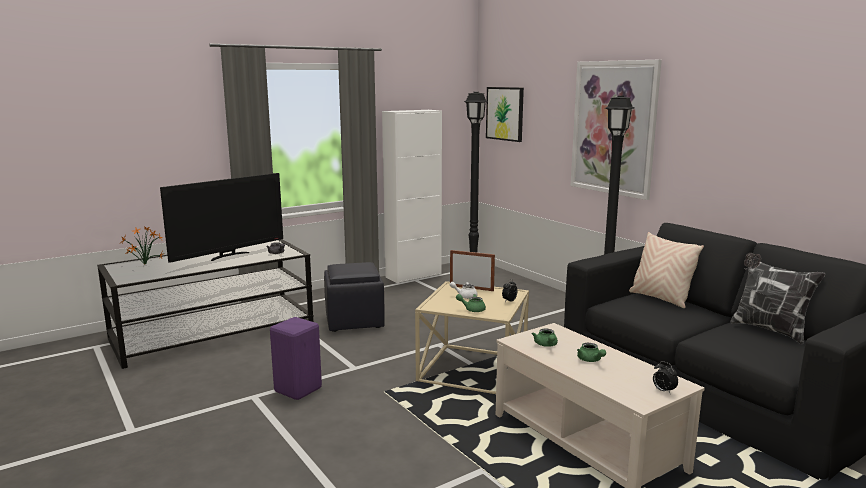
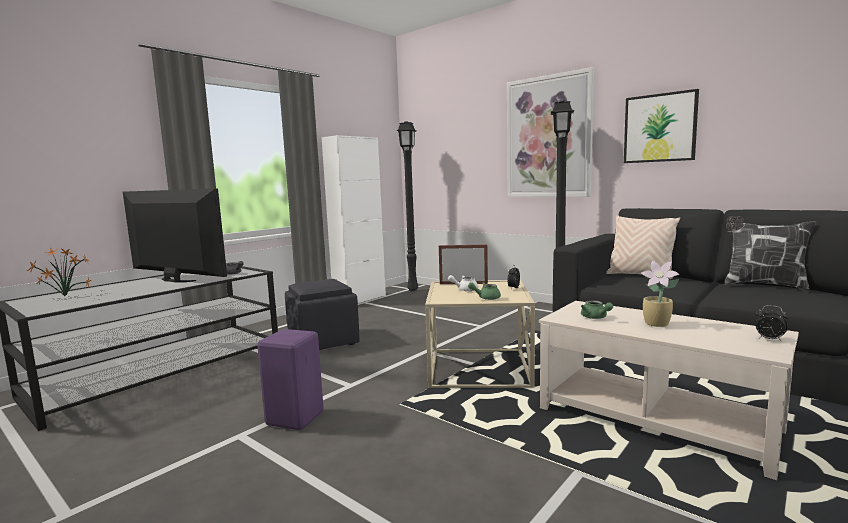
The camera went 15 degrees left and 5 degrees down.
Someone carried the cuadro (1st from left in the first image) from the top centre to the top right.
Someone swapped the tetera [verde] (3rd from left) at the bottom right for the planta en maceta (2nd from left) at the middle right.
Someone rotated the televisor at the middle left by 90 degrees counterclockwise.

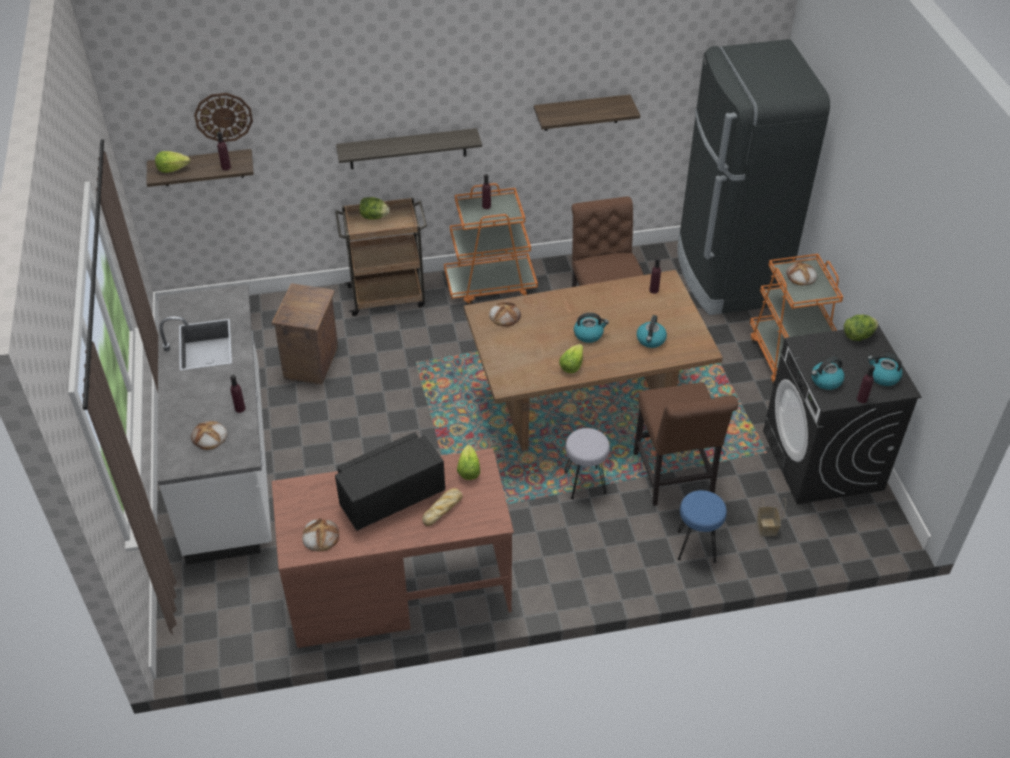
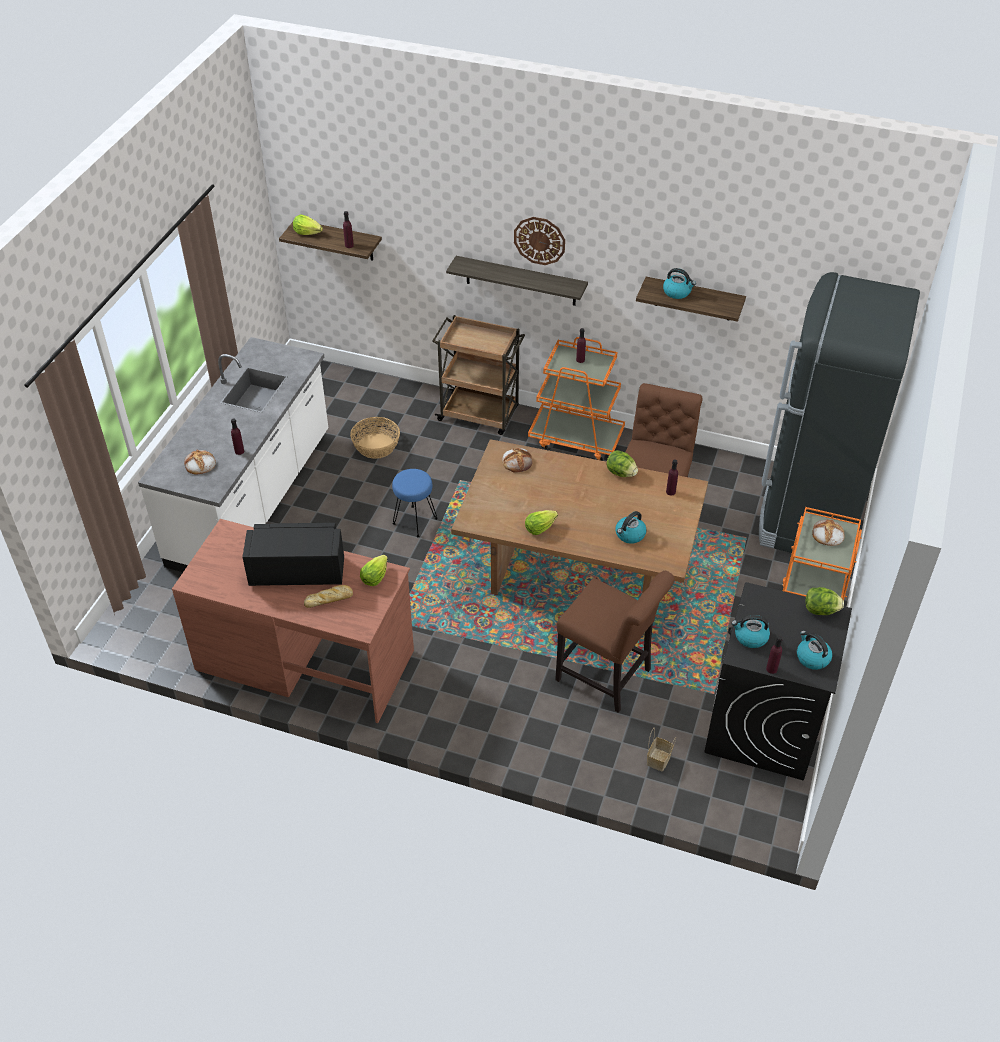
The camera went 30 degrees right and 0 degrees up.
Someone took away the pan (2nd from left) at the bottom left.
Someone took away the taburete [gris] at the centre.
Someone carried the reloj de pared from the top left to the top centre.
Someone carried the lechuga (2nd from left in the first image) from the top centre to the centre.
Someone carried the hervidor (1st from left in the first image) from the centre to the top right.
Someone carried the taburete [azul] from the bottom right to the centre.
Someone swapped the caja de embalaje at the middle left for the cesta (1st from left) at the centre.
Someone rotated the silla [marrón] (2nd from left in the first image) at the middle right by 75 degrees counterclockwise.

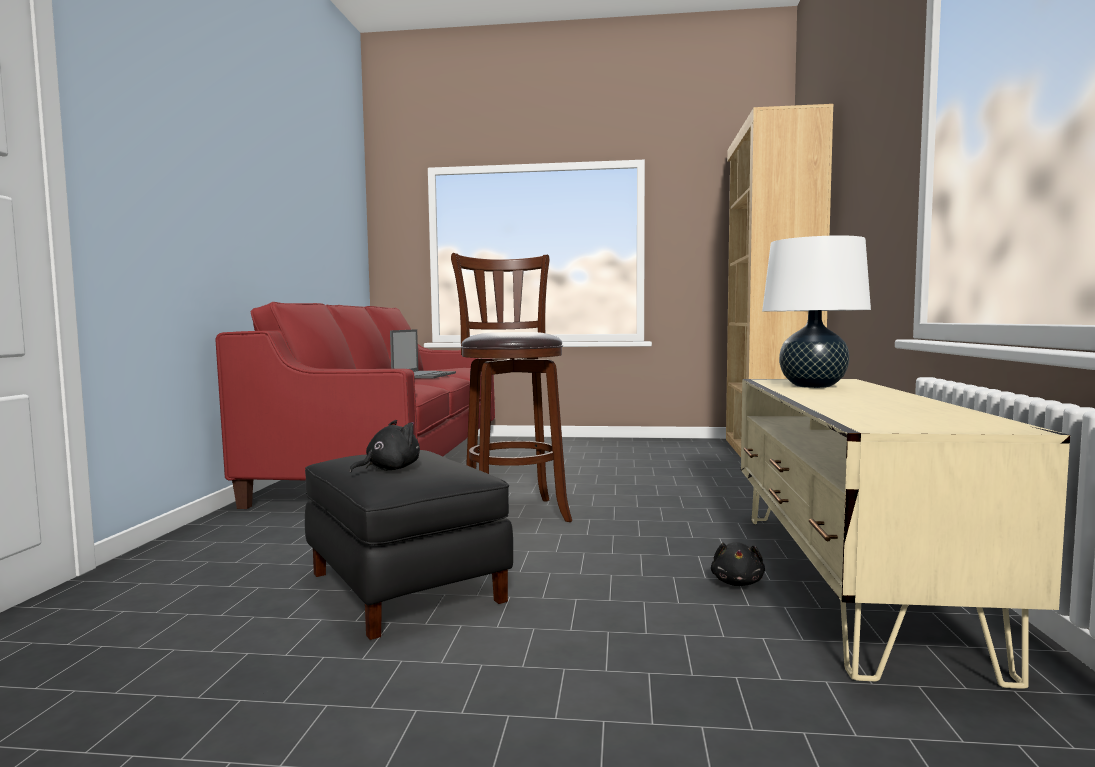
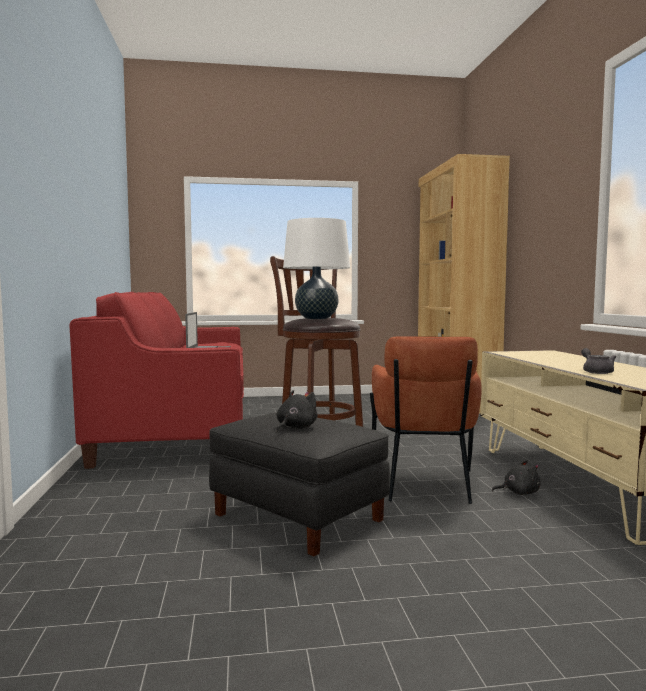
The camera went 15 degrees left and 0 degrees up.
Someone put down the sillón [marrón] at the centre.
Someone put down the tetera [gris] at the middle right.
Someone carried the lámpara de mesa [blanco] from the middle right to the centre.
Someone rotated the peluche [negro] (2nd from left) at the bottom right by 90 degrees counterclockwise.

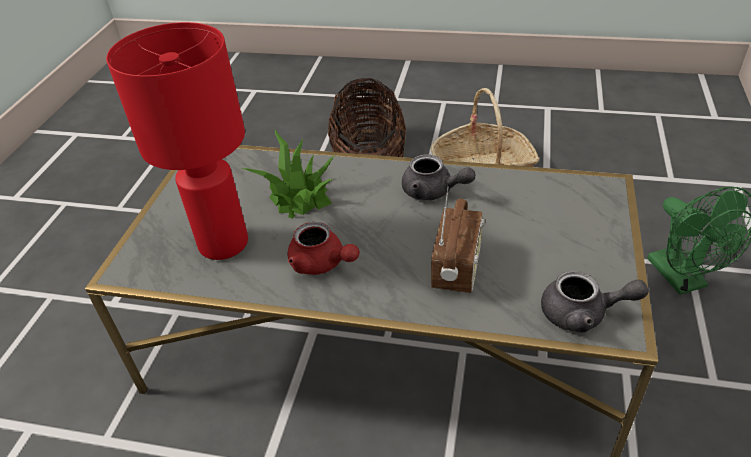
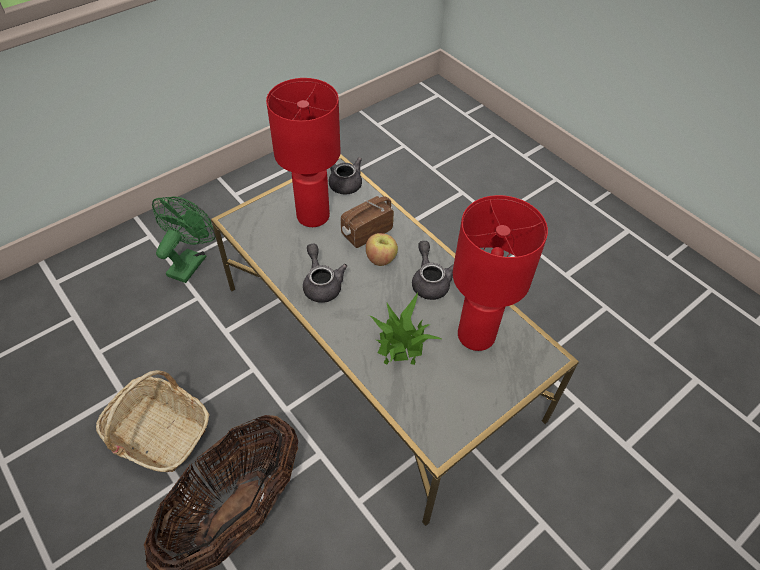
The camera went 145 degrees left and 10 degrees up.
Someone put down the lámpara de mesa [rojo] (1st from left) at the top centre.
Someone put down the manzana at the centre.
Someone repainted the tetera [rojo] at the centre, which became the tetera [gris] (3rd from left) at the centre.

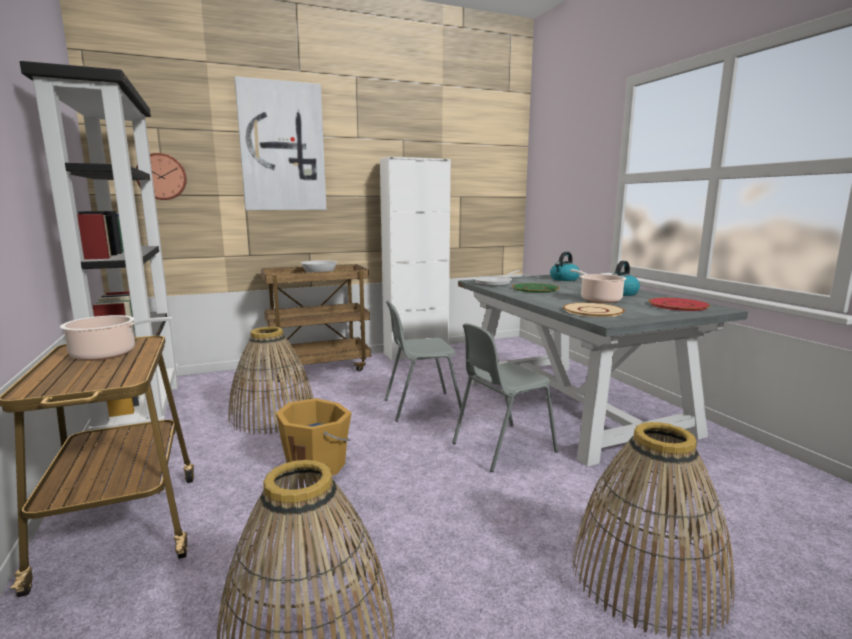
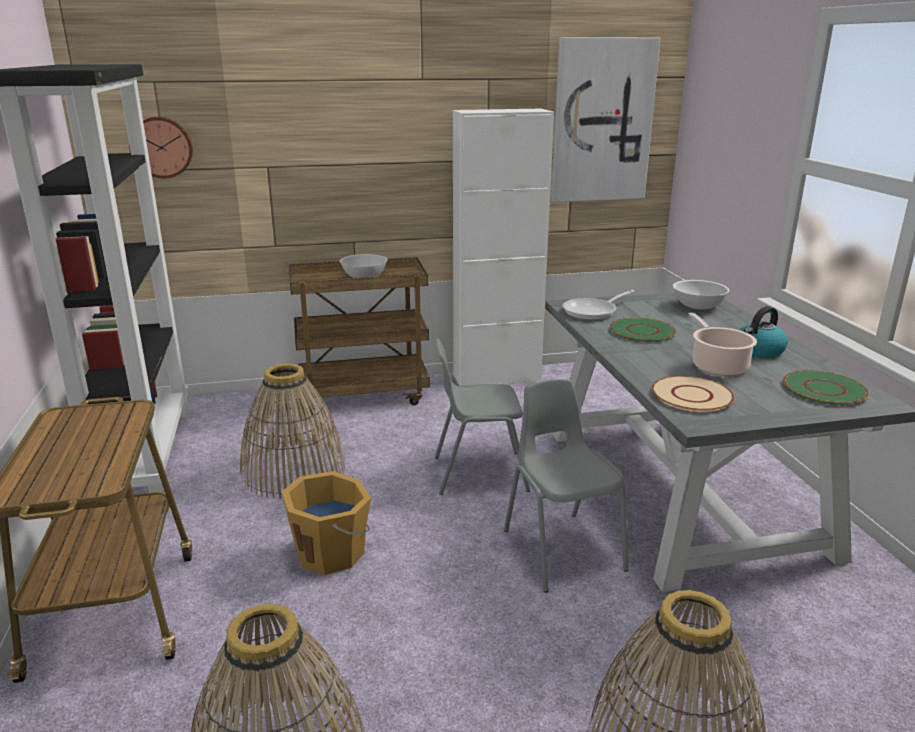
The camera went 10 degrees right and 10 degrees up.
Someone took away the olla (1st from left) at the middle left.
Someone carried the cuadro from the top left to the top centre.
Someone swapped the hervidor (1st from left) at the centre for the cuenco [blanco] (2nd from left) at the middle right.
Someone repainted the plato [rojo] at the middle right, which became the plato [verde] (2nd from left) at the middle right.
Someone rotated the silla [gris] (2nd from left) at the centre by 90 degrees clockwise.

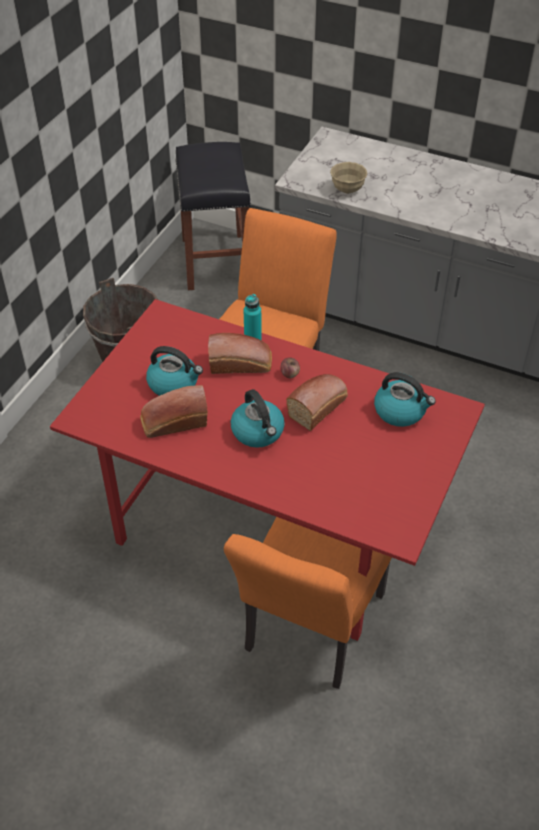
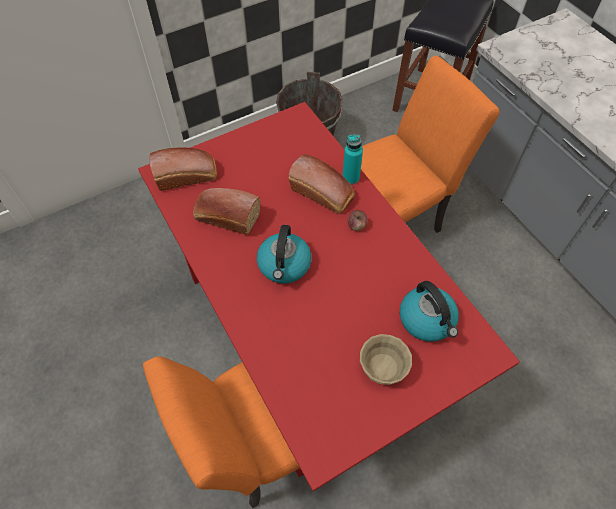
The camera went 35 degrees right and 10 degrees up.
Someone took away the hervidor (1st from left) at the middle left.
Someone carried the pan (3rd from left in the first image) from the centre to the top left.
Someone carried the cuenco [beis] from the top centre to the bottom centre.

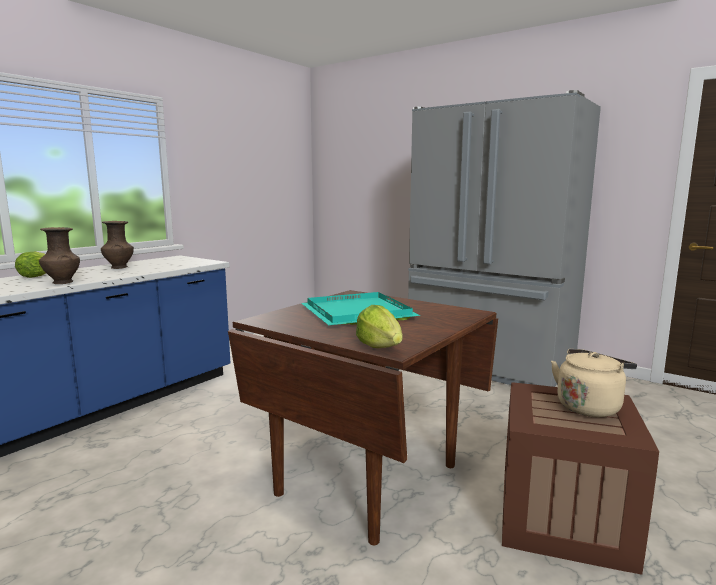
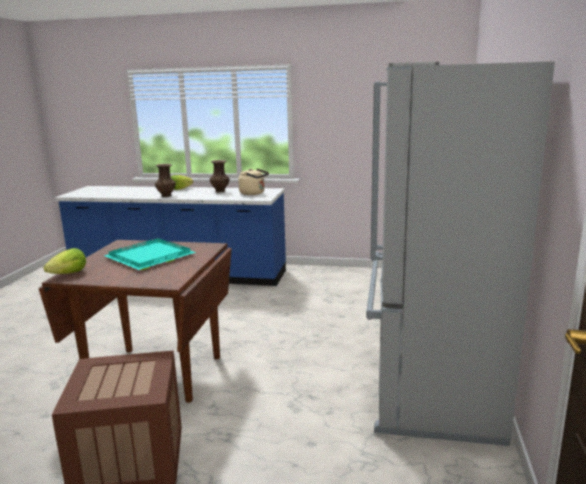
The camera went 65 degrees right and 5 degrees up.
Someone carried the hervidor [beis] from the middle right to the centre.

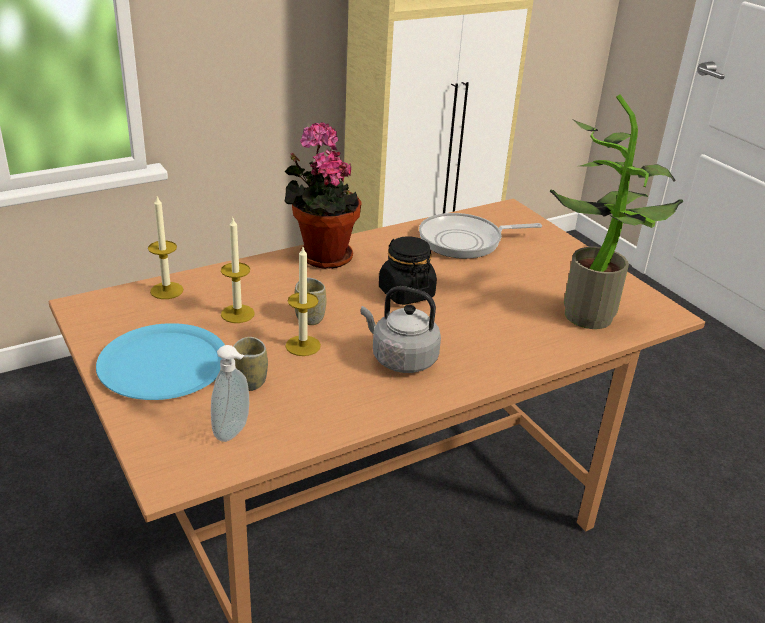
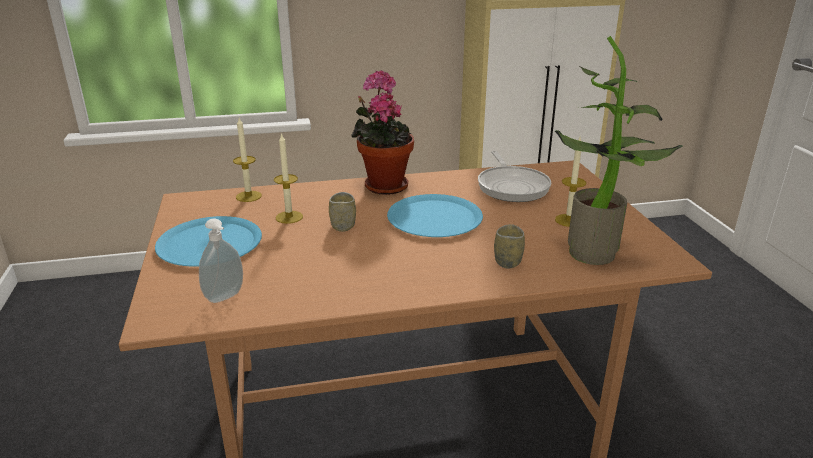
The camera went 20 degrees right and 5 degrees down.
Someone took away the hervidor [gris] at the centre.
Someone carried the taza (1st from left in the first image) from the middle left to the centre.
Someone carried the vela (3rd from left) from the centre to the middle right.
Someone swapped the tarro [negro] at the centre for the plato [azul] (2nd from left) at the centre.
Someone rotated the sartén at the centre by 105 degrees counterclockwise.

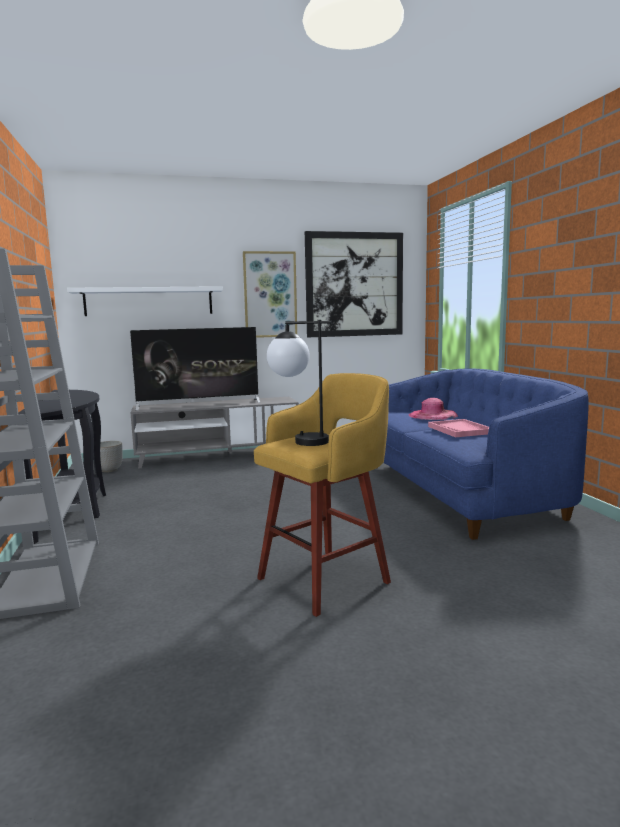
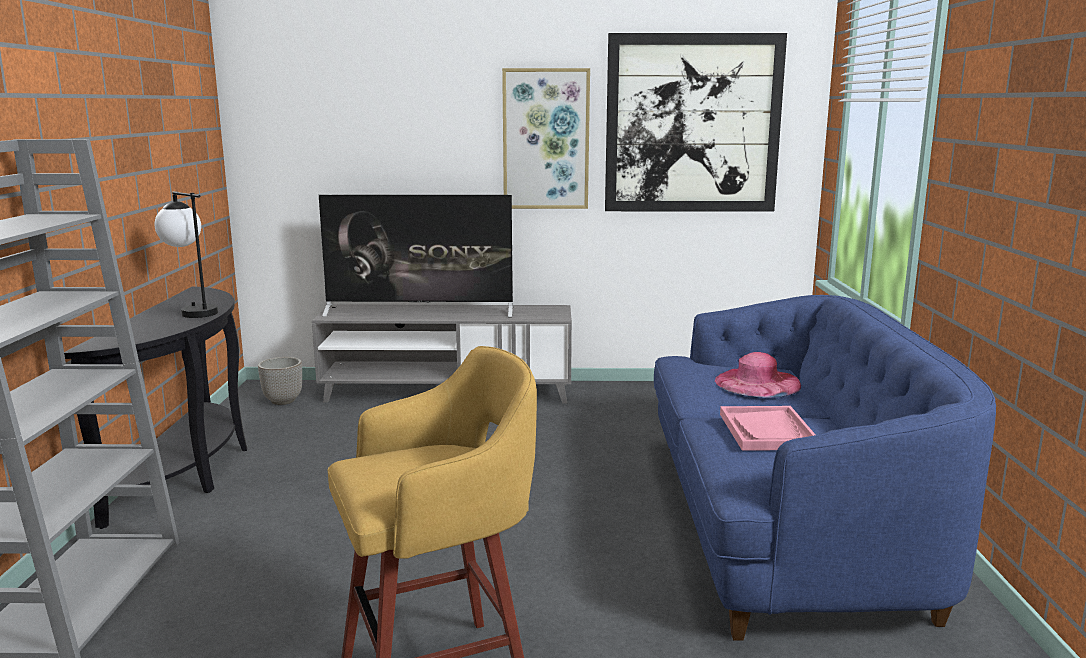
The camera went 15 degrees right and 5 degrees up.
Someone took away the estante [blanco] at the middle left.
Someone carried the lámpara de mesa from the centre to the middle left.

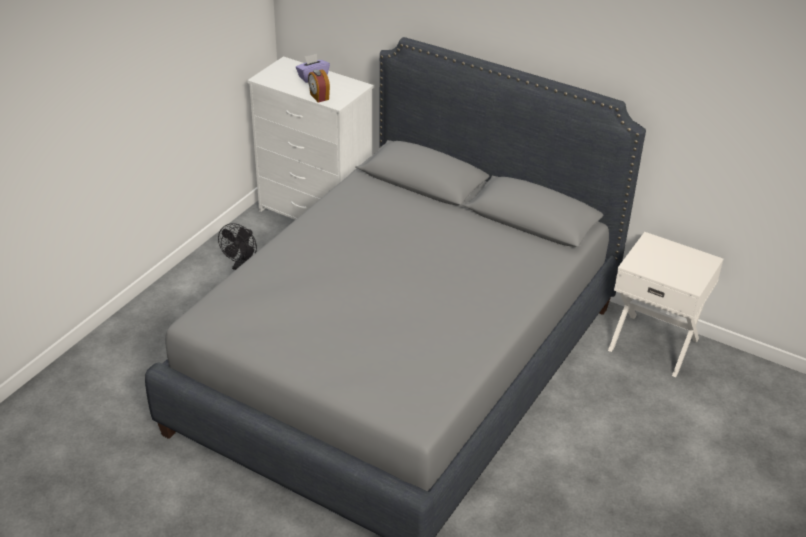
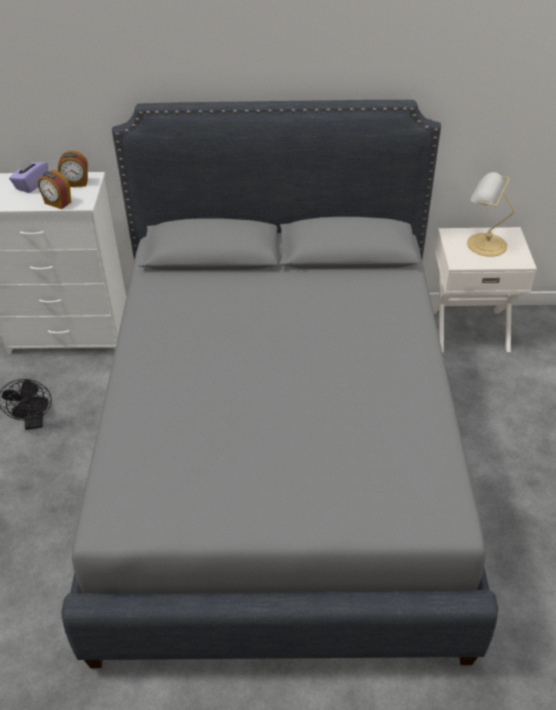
The camera went 30 degrees left and 5 degrees up.
Someone put down the despertador (2nd from left) at the top left.
Someone put down the lámpara de mesa at the top right.

